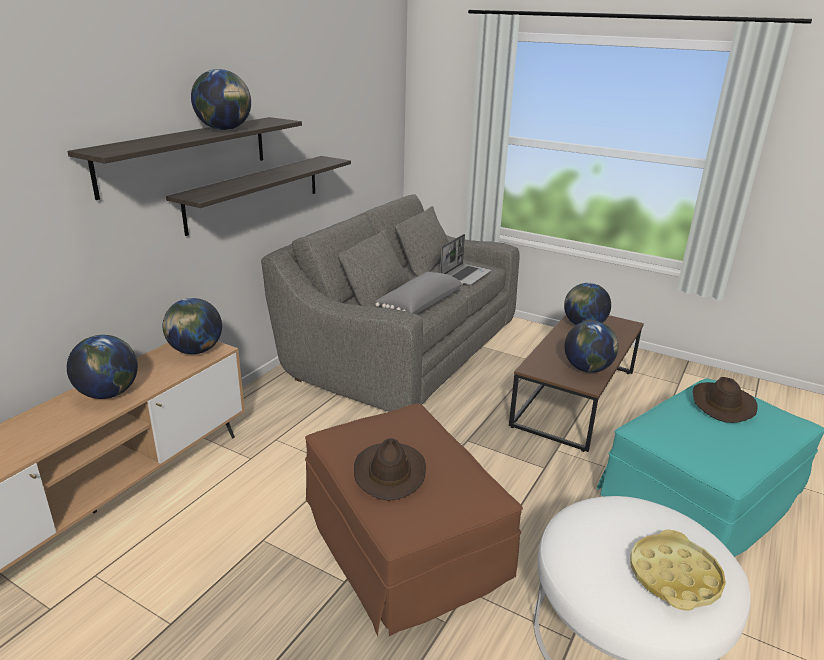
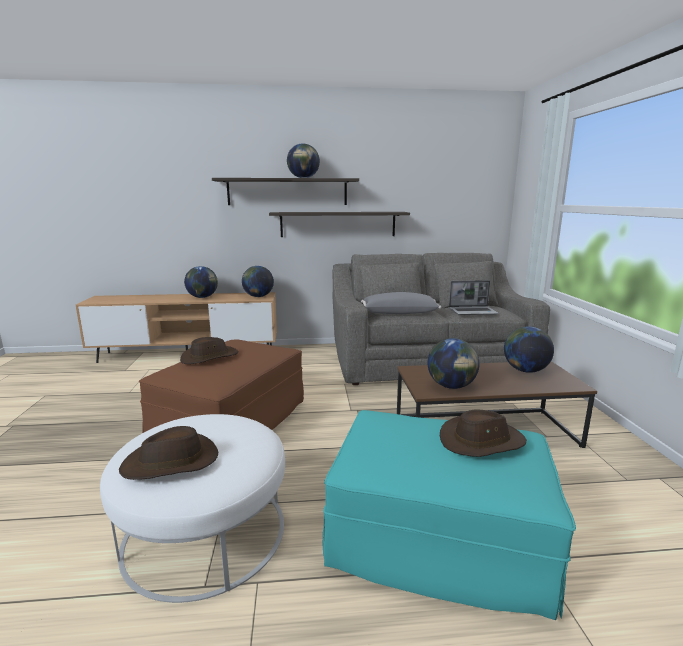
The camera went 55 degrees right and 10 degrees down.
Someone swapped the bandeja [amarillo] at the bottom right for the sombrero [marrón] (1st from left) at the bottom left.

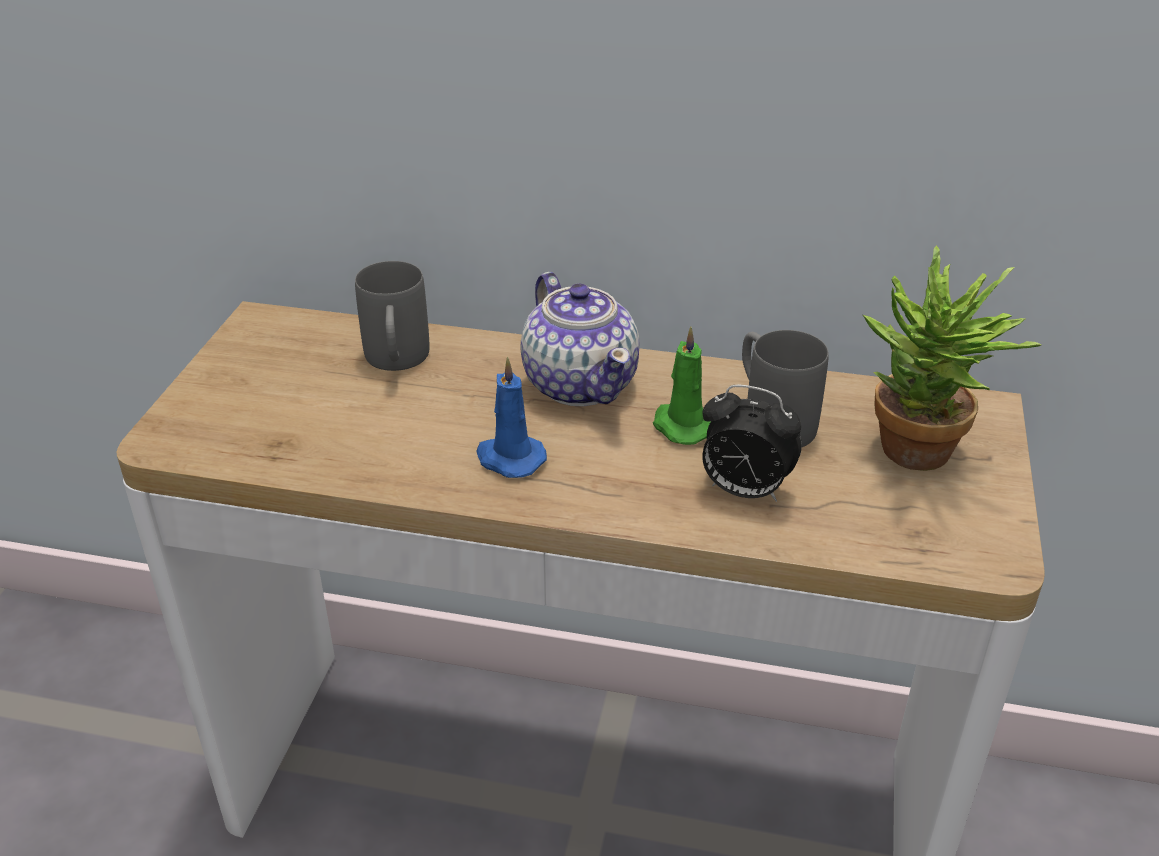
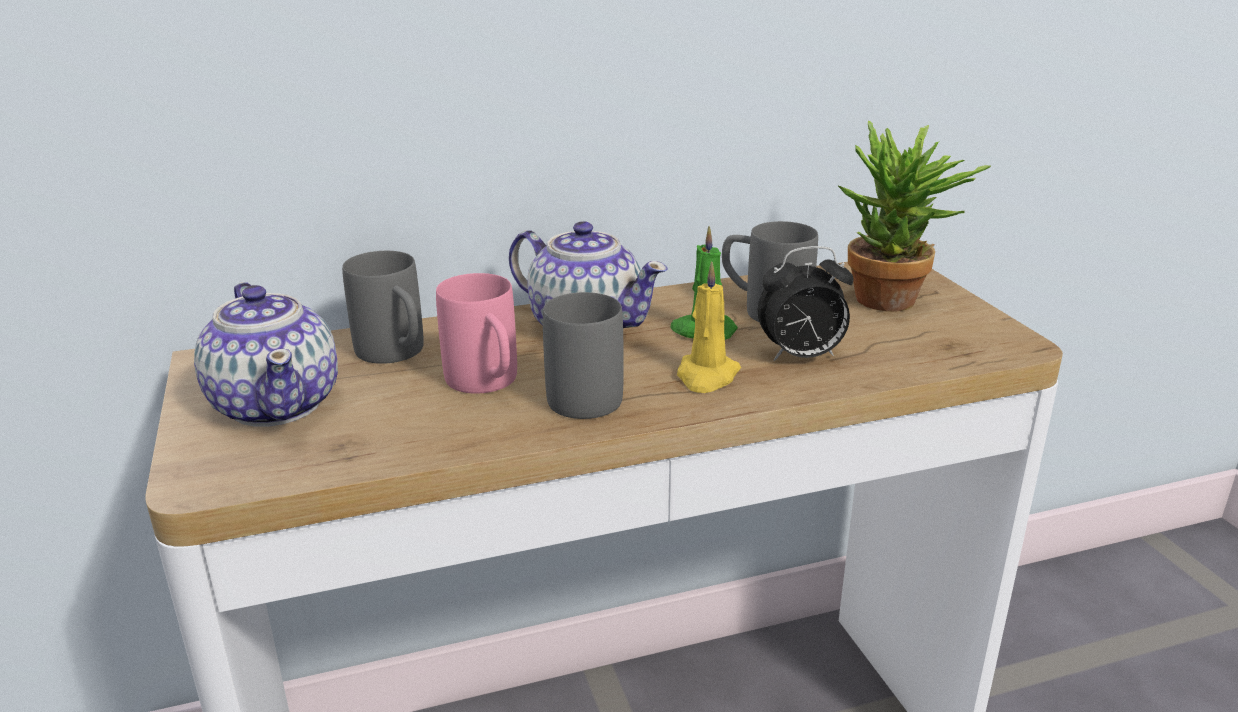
The camera went 30 degrees left and 10 degrees down.
Someone put down the tetera (1st from left) at the middle left.
Someone put down the taza grande [rosa] at the centre.
Someone put down the vela [amarillo] at the centre.
Someone swapped the vela [azul] at the centre for the taza grande [gris] (2nd from left) at the centre.

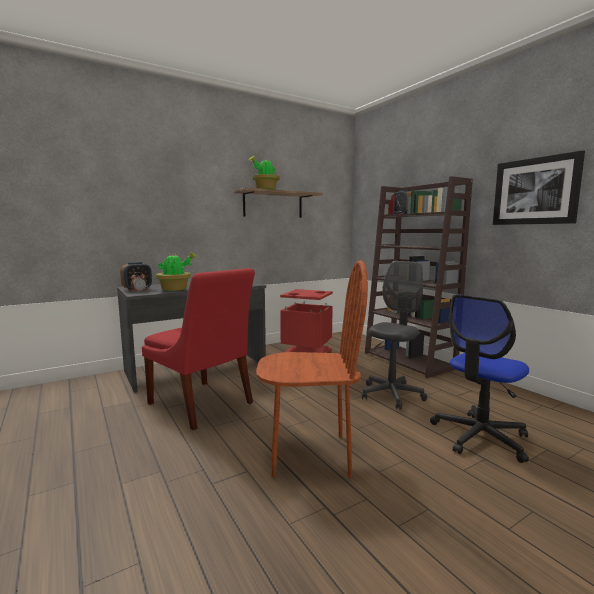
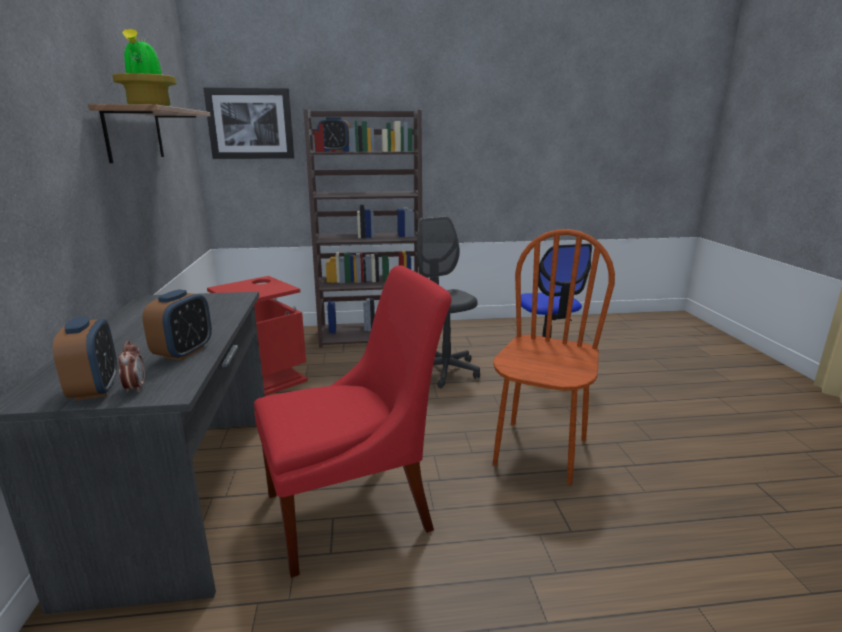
The camera went 65 degrees left and 10 degrees up.
Someone carried the cuadro from the top right to the top left.
Someone swapped the planta en maceta (1st from left) at the middle left for the despertador (3rd from left) at the middle left.

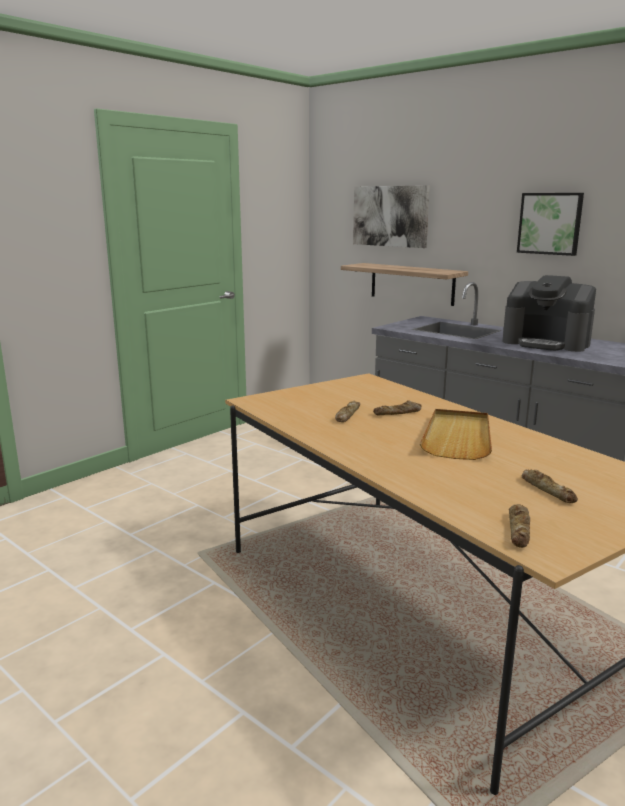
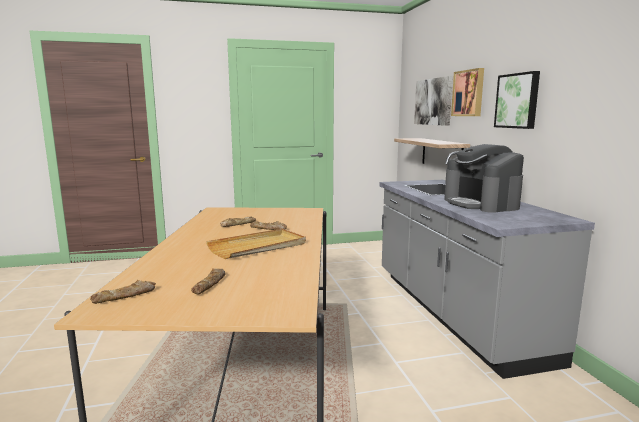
The camera went 35 degrees right and 5 degrees down.
Someone put up the cuadro (2nd from left) at the top right.

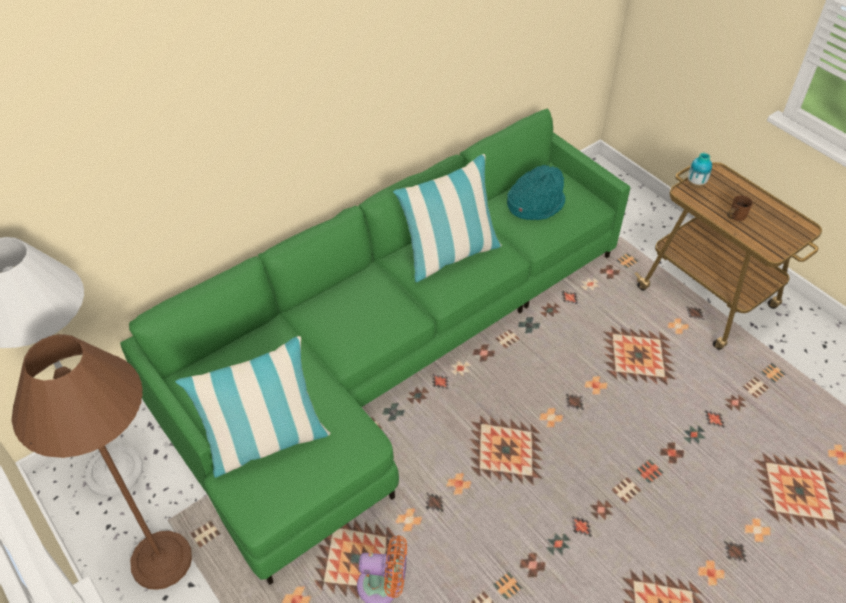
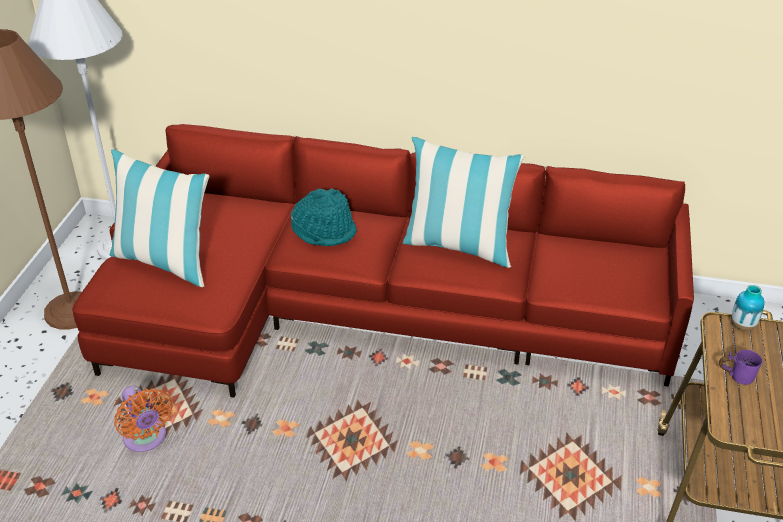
The camera went 50 degrees right and 10 degrees down.
Someone carried the sombrero [turquesa] from the top centre to the centre.
Someone repainted the sofá [verde] at the centre, which became the sofá [rojo] at the centre.
Someone repainted the taza grande [marrón] at the middle right, which became the taza grande [morado] at the bottom right.

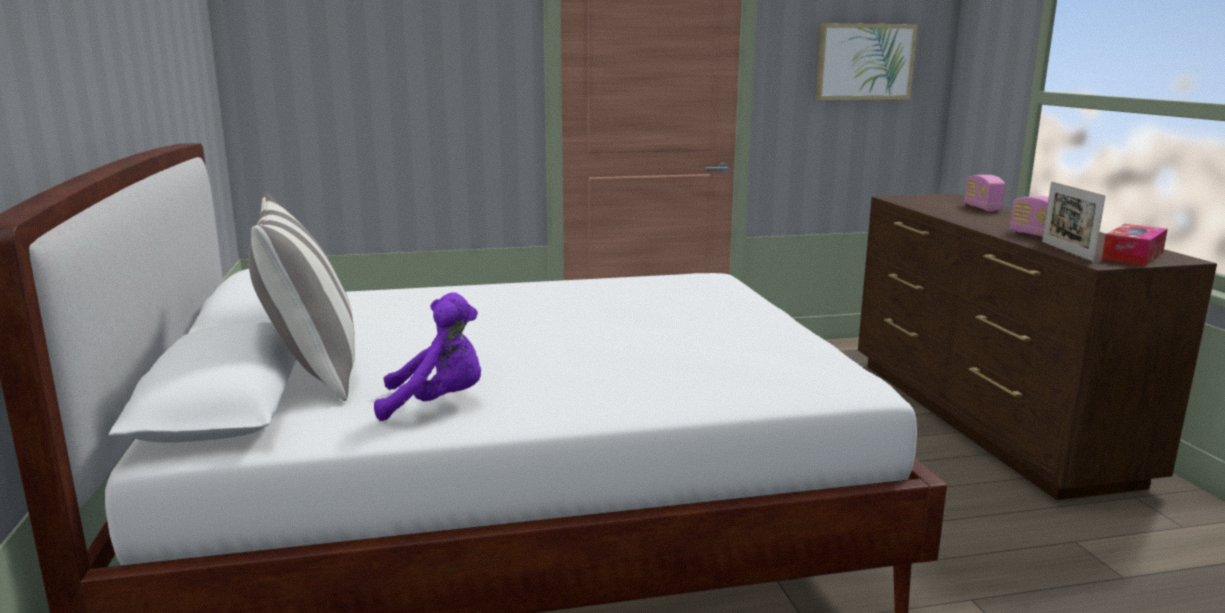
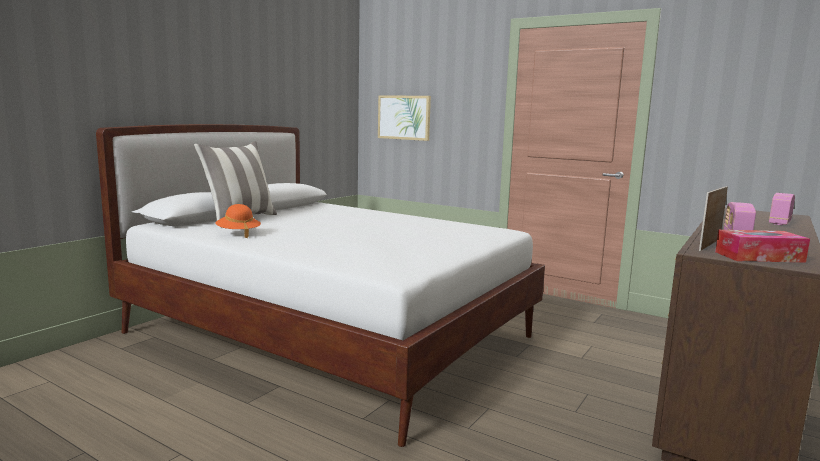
The camera went 45 degrees right and 5 degrees down.
Someone carried the cuadro from the top right to the top centre.
Someone swapped the peluche [morado] at the centre for the sombrero [naranja] at the middle left.

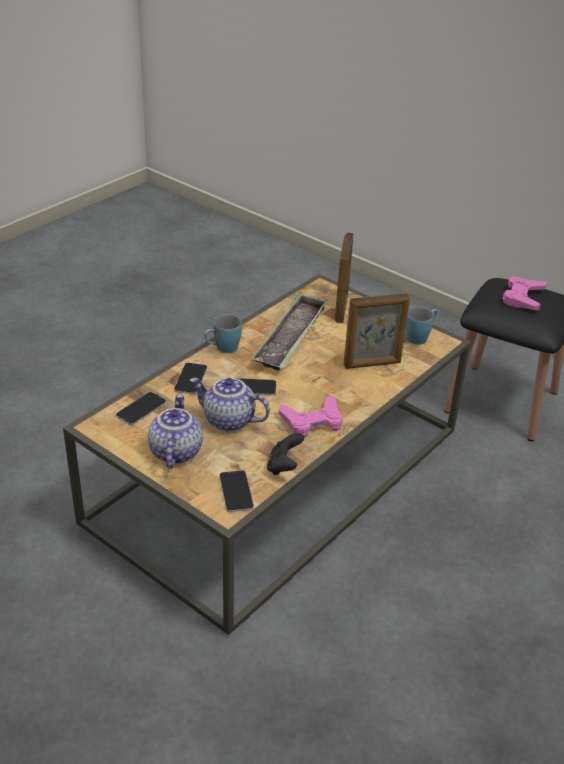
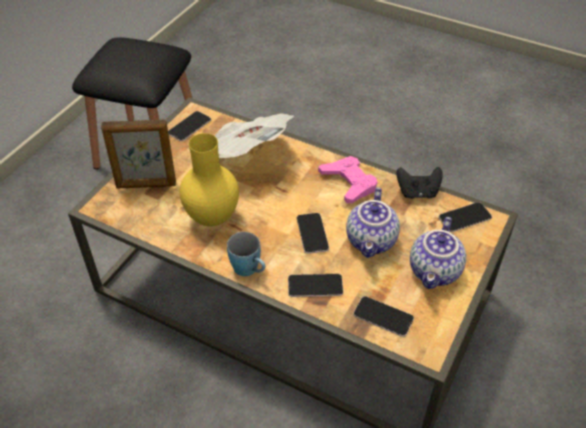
The camera went 100 degrees left and 10 degrees up.
Someone took away the mando de consola [rosa] (2nd from left) at the middle right.
Someone swapped the bandeja at the centre for the florero [amarillo] at the centre.
Someone swapped the portarretratos (2nd from left) at the middle right for the periódico at the top centre.
Someone swapped the taza grande [azul] (2nd from left) at the middle right for the móvil (1st from left) at the top left.
Someone rotated the tetera (1st from left in the first image) at the middle left by 60 degrees counterclockwise.

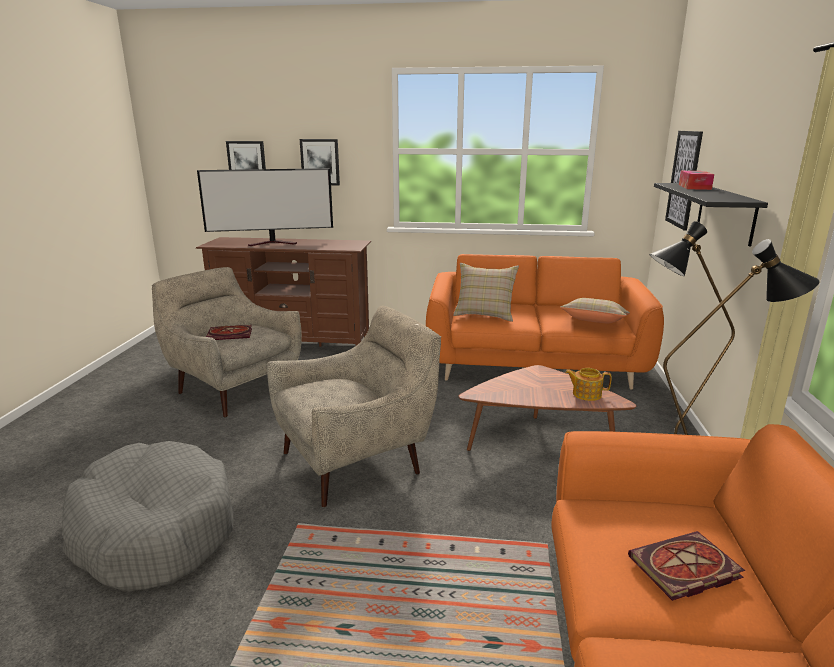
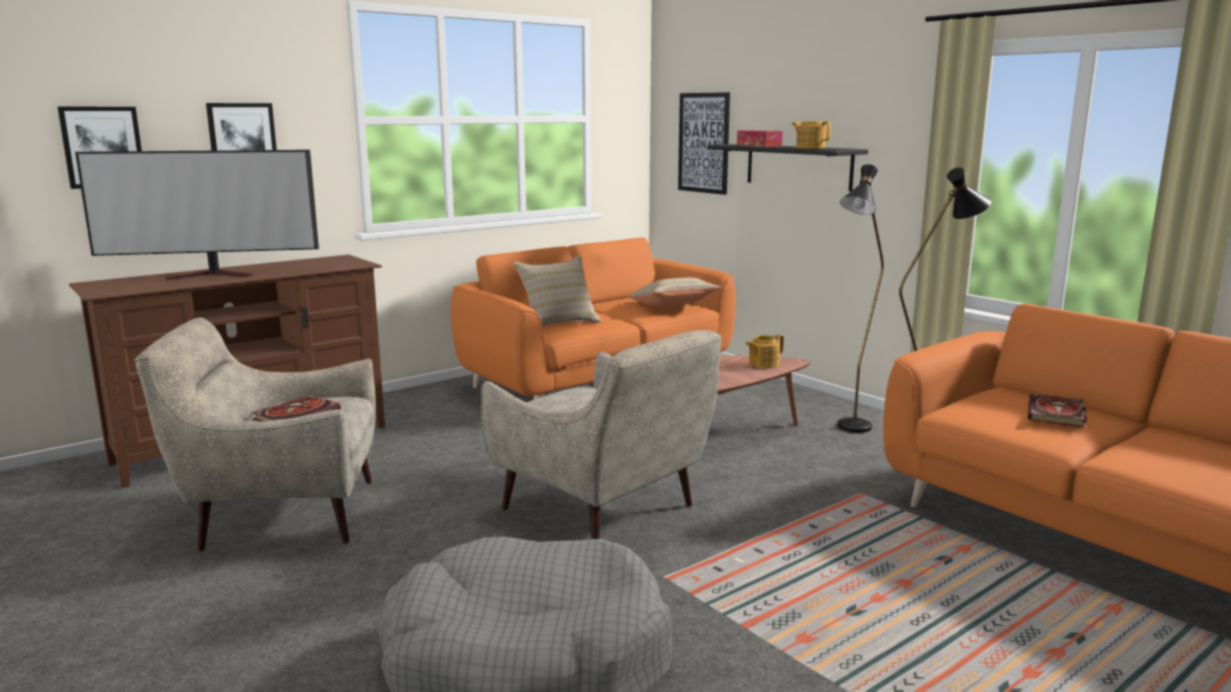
The camera went 45 degrees left and 5 degrees down.
Someone put down the tetera (2nd from left) at the top centre.
Someone rotated the televisor at the top left by 45 degrees clockwise.
Someone rotated the sillón [beis] (2nd from left) at the centre by 120 degrees clockwise.

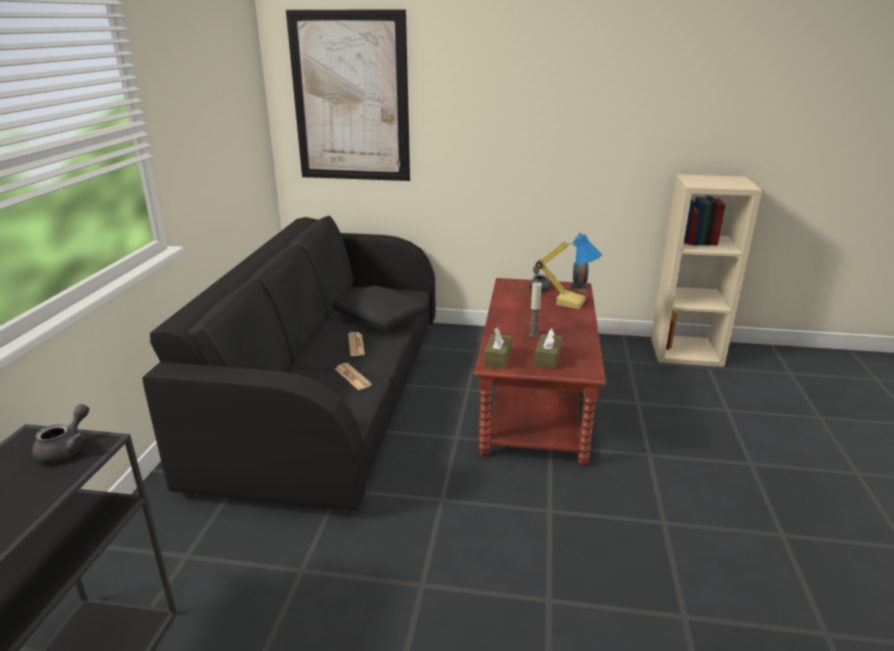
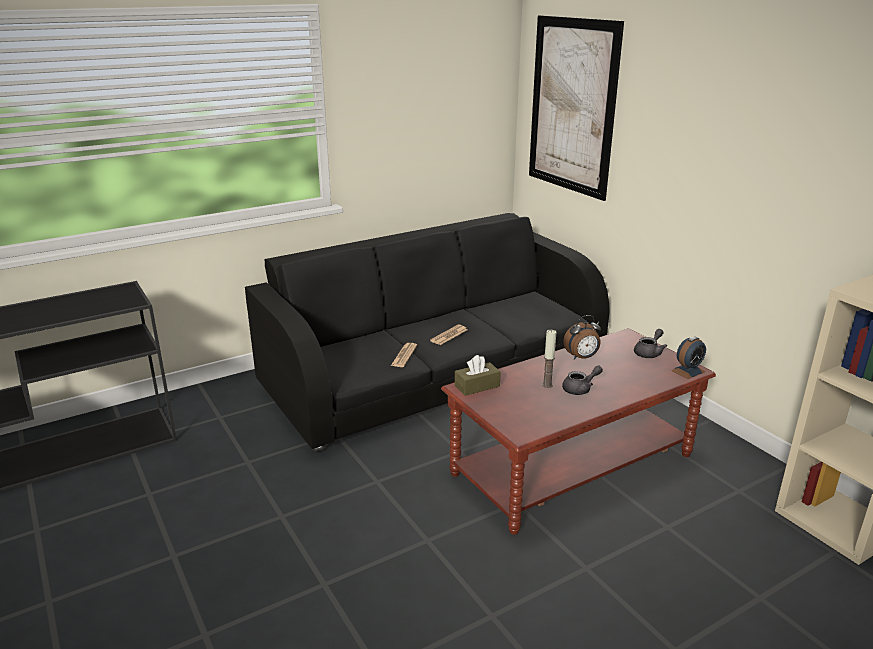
The camera went 50 degrees right and 0 degrees up.
Someone took away the cojín [negro] at the centre.
Someone took away the caja de pañuelos [marrón] (2nd from left) at the centre.
Someone took away the lámpara de mesa at the centre.
Someone put down the despertador (1st from left) at the middle right.
Someone carried the tetera [gris] (1st from left) from the bottom left to the middle right.

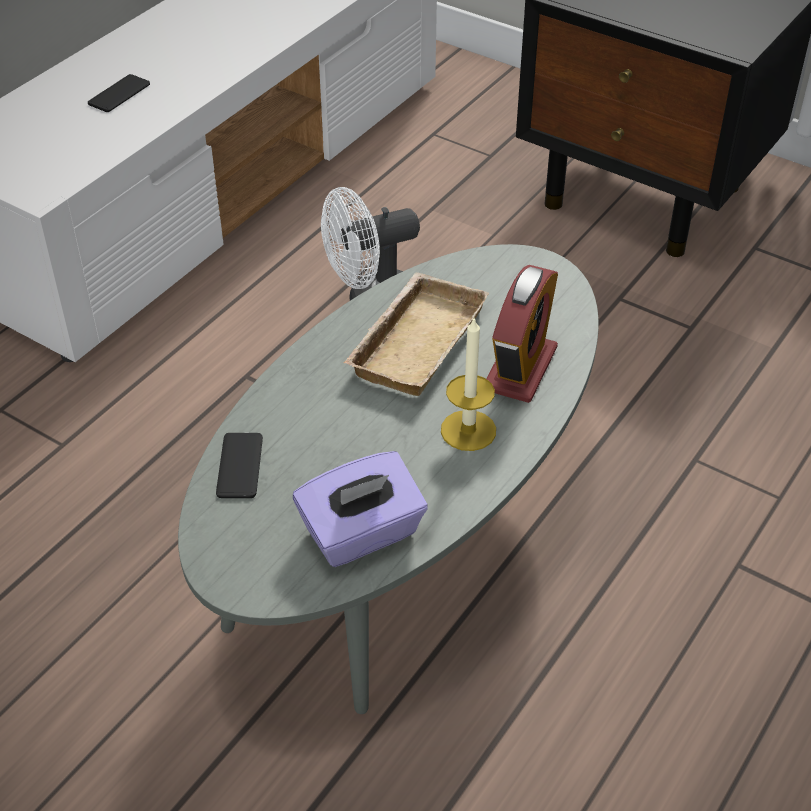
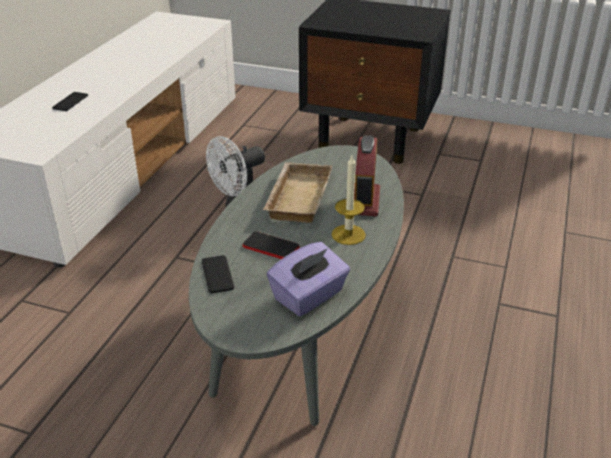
The camera went 15 degrees left and 10 degrees down.
Someone put down the móvil (3rd from left) at the centre.

